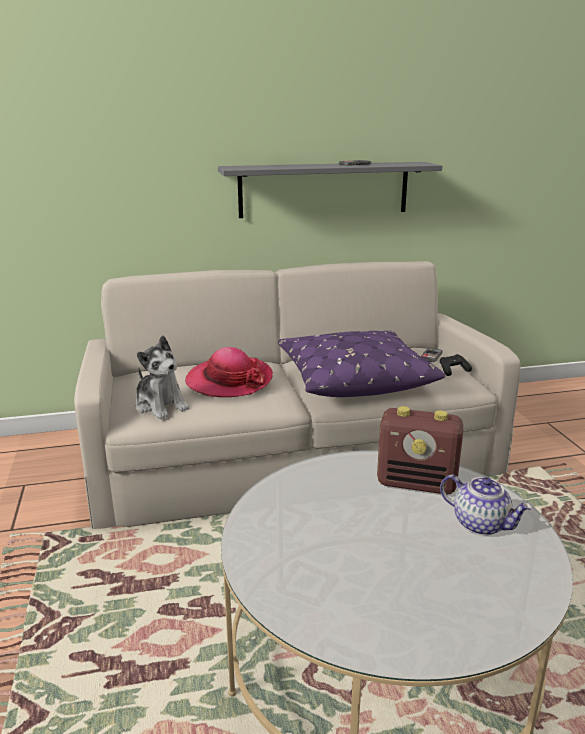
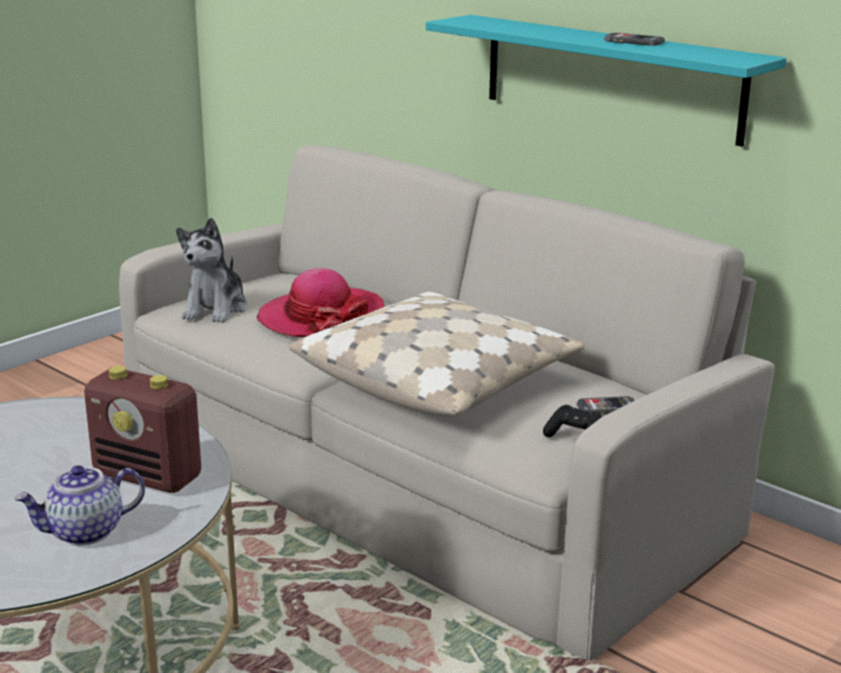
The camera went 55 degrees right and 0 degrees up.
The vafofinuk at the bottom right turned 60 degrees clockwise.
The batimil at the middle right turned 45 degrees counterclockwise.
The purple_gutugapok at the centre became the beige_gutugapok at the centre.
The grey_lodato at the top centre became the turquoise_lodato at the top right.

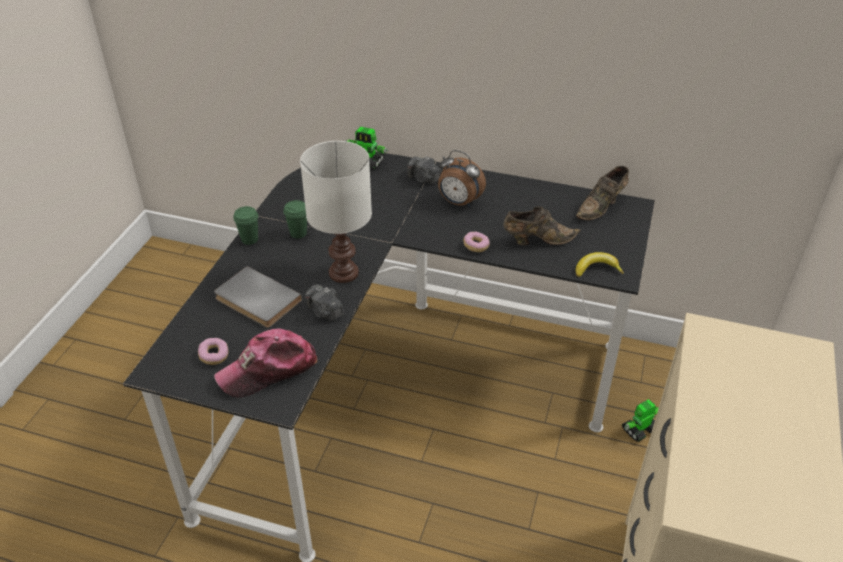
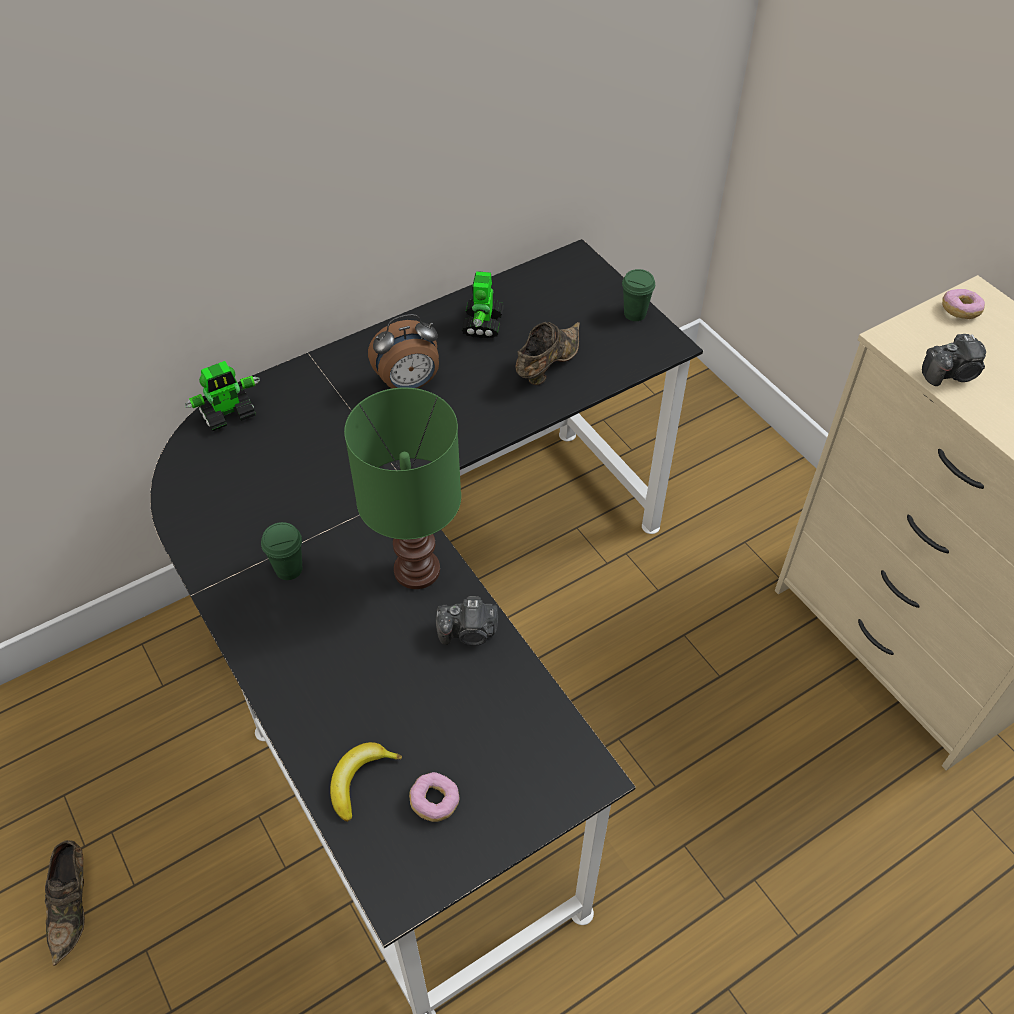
The camera went 50 degrees left and 10 degrees up.
The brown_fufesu (no. 2 from left in the first image) moved from the middle right to the bottom left.
The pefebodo moved from the middle right to the bottom centre.
The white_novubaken at the centre became the green_novubaken at the centre.
The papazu (no. 2 from left) moved from the bottom right to the top centre.
The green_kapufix (no. 1 from left in the first image) moved from the middle left to the top centre.
The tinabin (no. 2 from left) moved from the top centre to the middle right.
The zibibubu (no. 2 from left) moved from the centre to the top right.
The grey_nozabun at the middle left disappeared.
The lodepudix at the middle left disappeared.

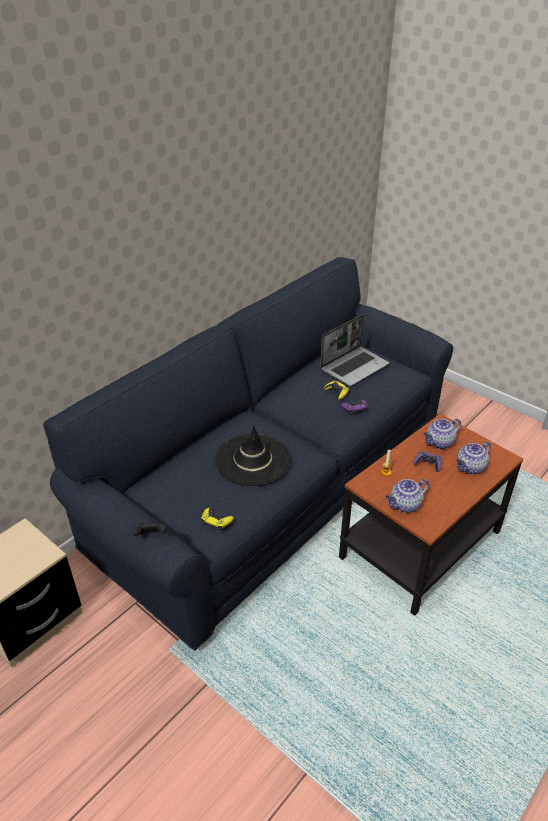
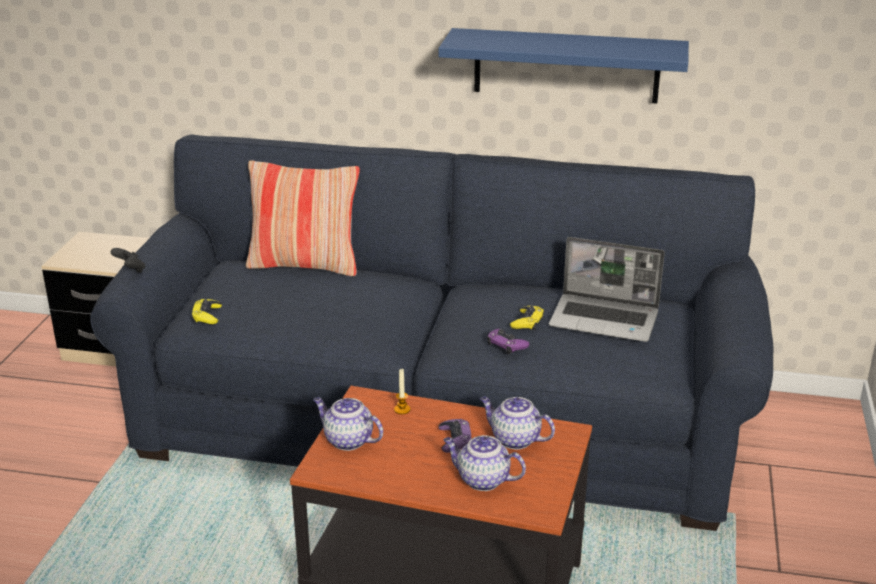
The camera went 60 degrees right and 10 degrees down.
The gutugapok at the centre appeared.
The blue_lodato at the top centre appeared.
The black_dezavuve at the centre disappeared.

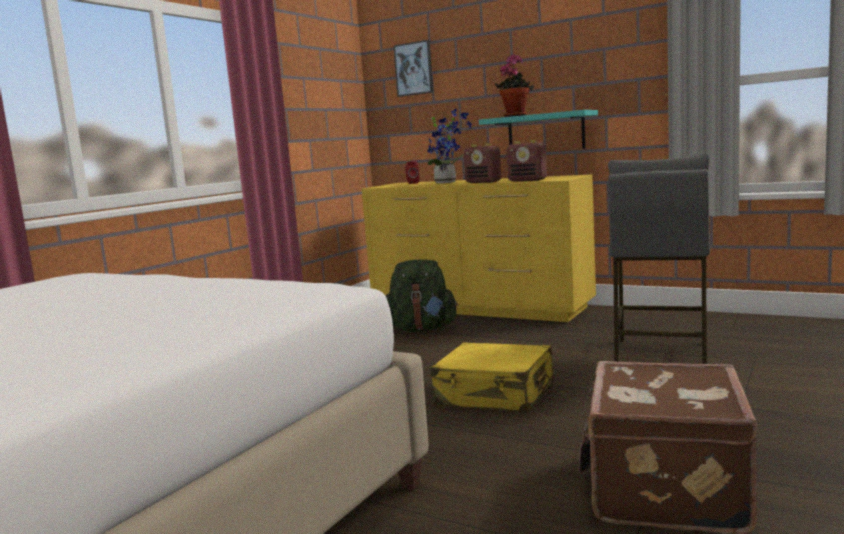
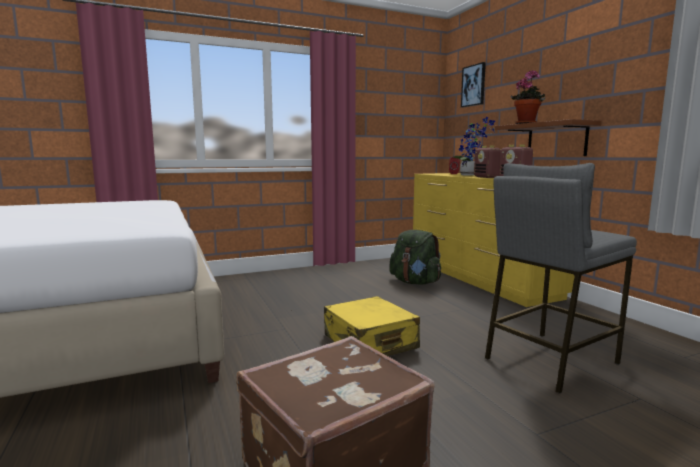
The camera went 35 degrees right and 0 degrees up.
The turquoise_lodato at the top centre became the brown_lodato at the top right.

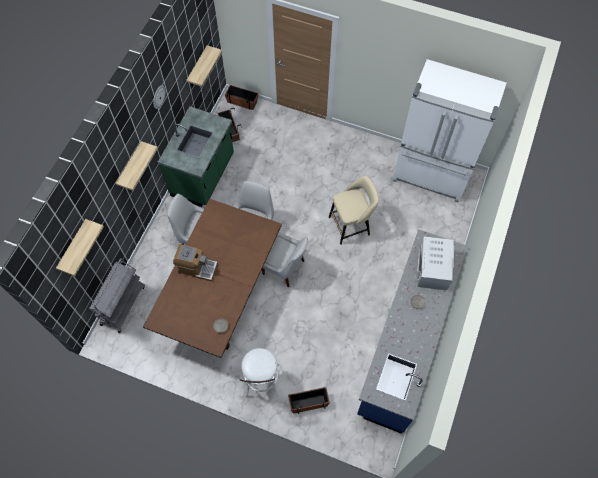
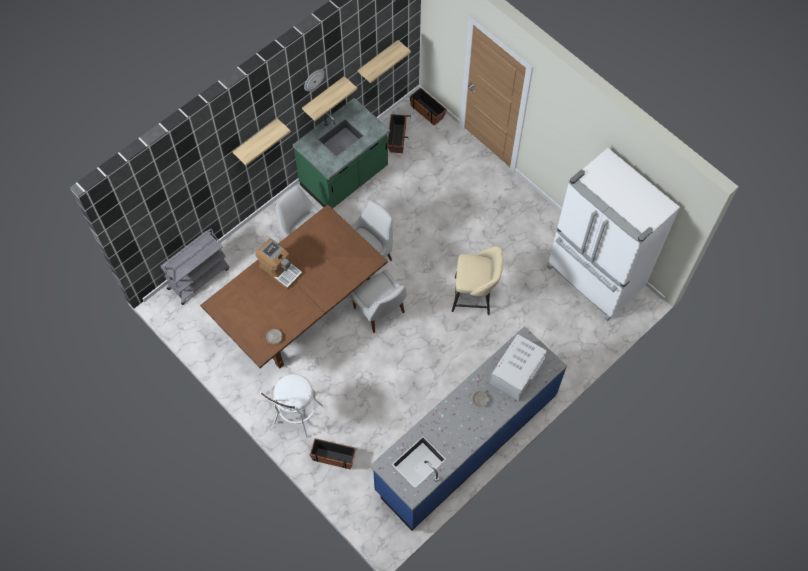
The camera went 25 degrees right and 0 degrees up.
The lodato (no. 1 from left in the first image) moved from the middle left to the top centre.

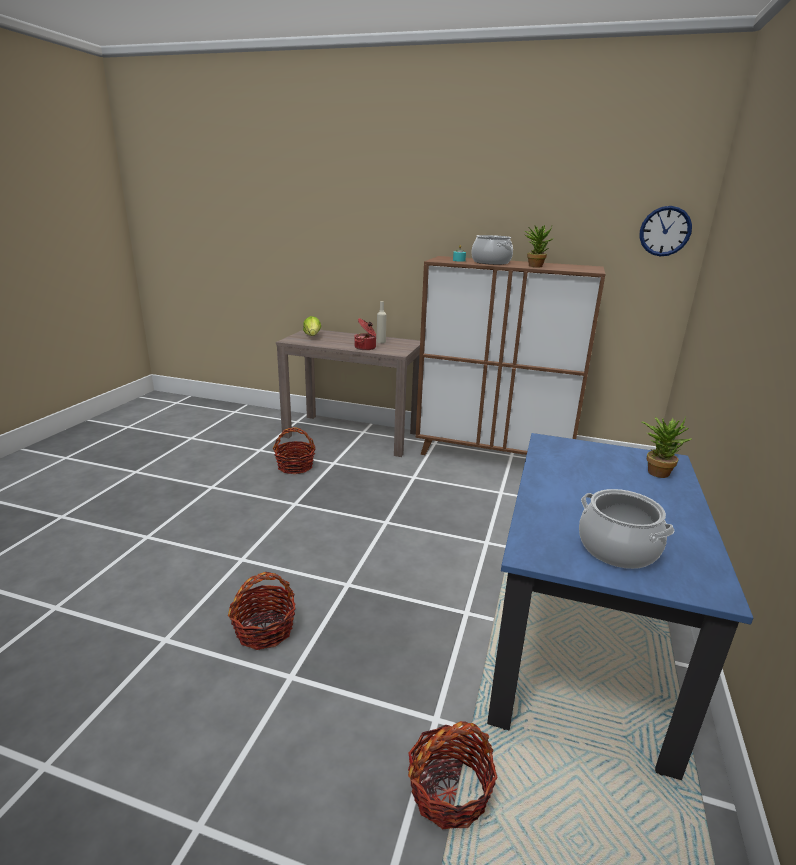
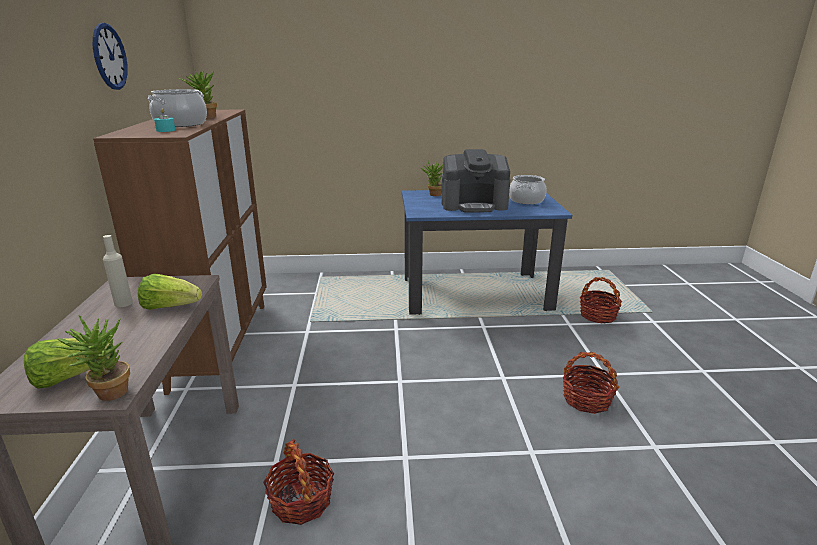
The camera went 110 degrees left and 0 degrees up.
The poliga (no. 1 from left) at the middle left appeared.
The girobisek moved from the top right to the top left.
The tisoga (no. 1 from left) at the centre was replaced by the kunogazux (no. 2 from left) at the middle left.
The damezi at the top centre appeared.

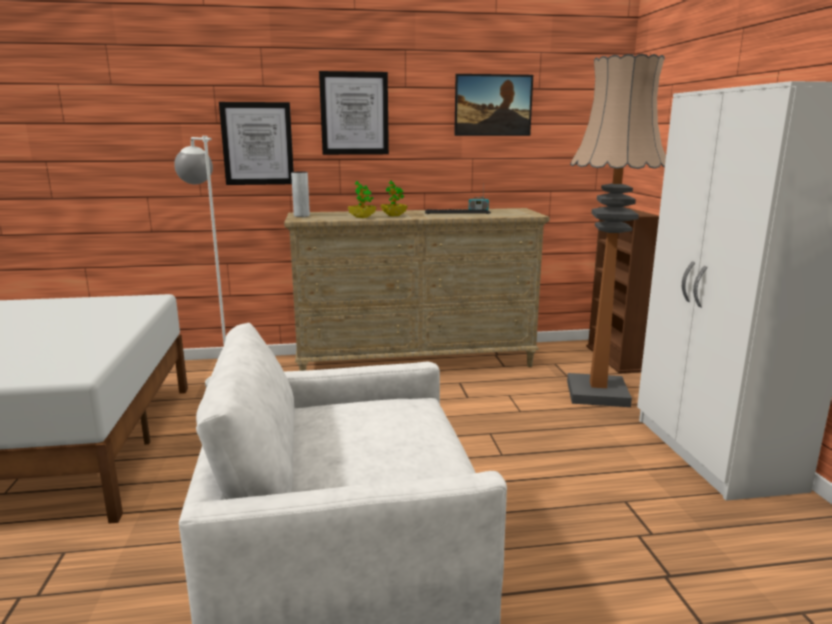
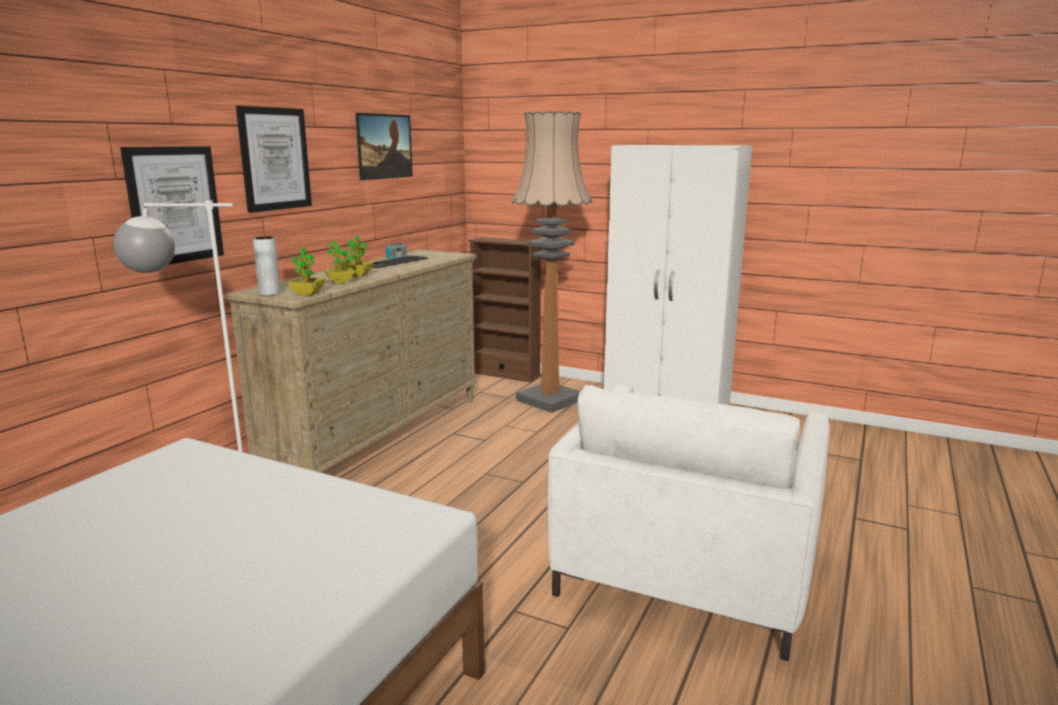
The camera went 55 degrees left and 0 degrees up.
The poliga (no. 1 from left) at the middle left appeared.

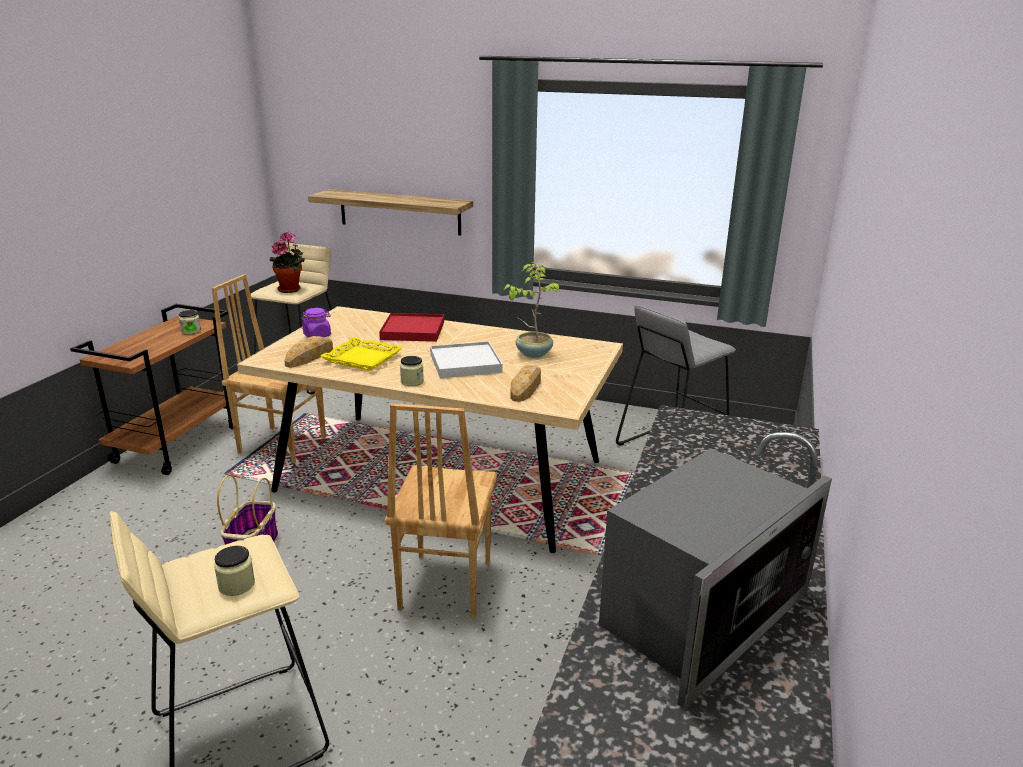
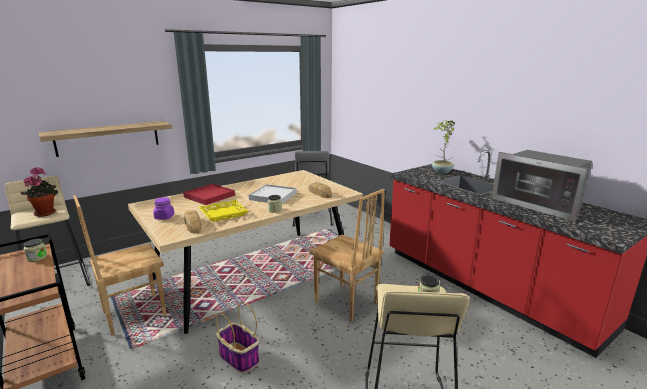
The camera went 55 degrees left and 5 degrees down.
The poliga (no. 2 from left) moved from the centre to the middle right.
The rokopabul at the bottom right turned 150 degrees clockwise.

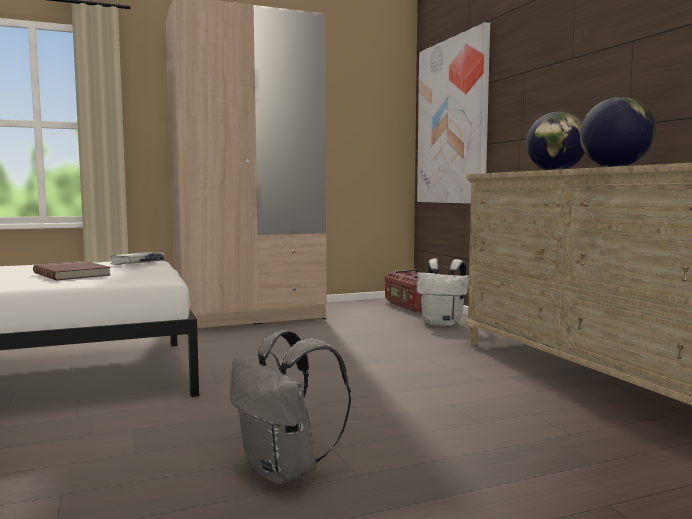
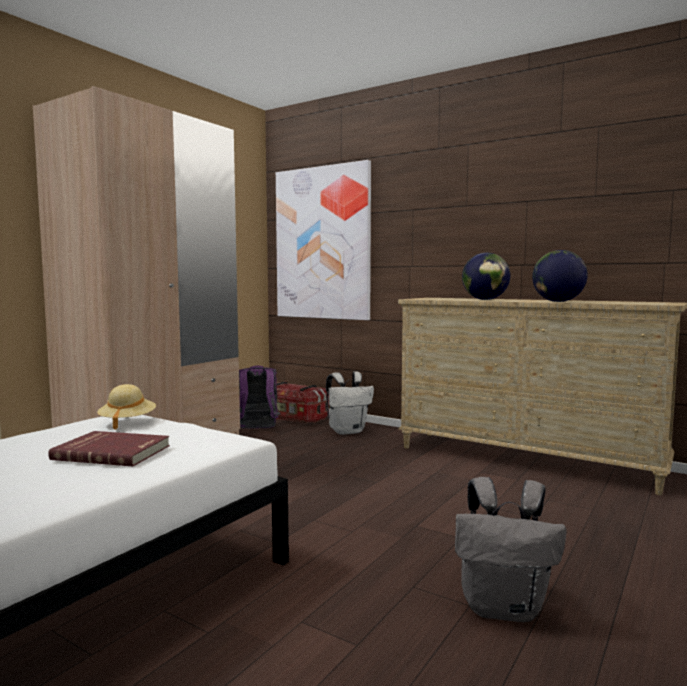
The camera went 35 degrees left and 0 degrees up.
The white_nozabun at the middle left was replaced by the beige_dezavuve at the middle left.
The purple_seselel at the centre appeared.

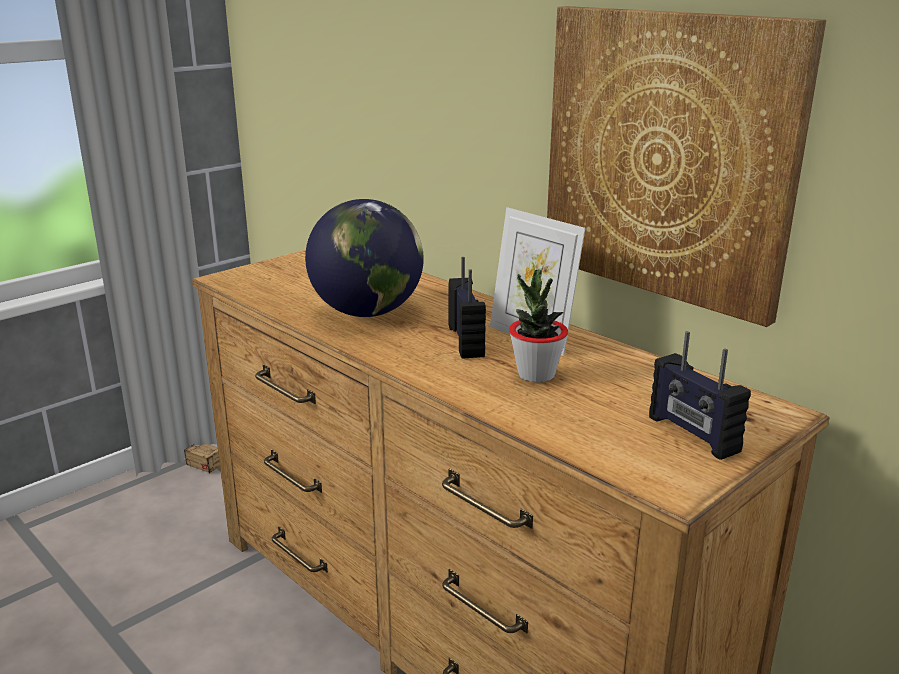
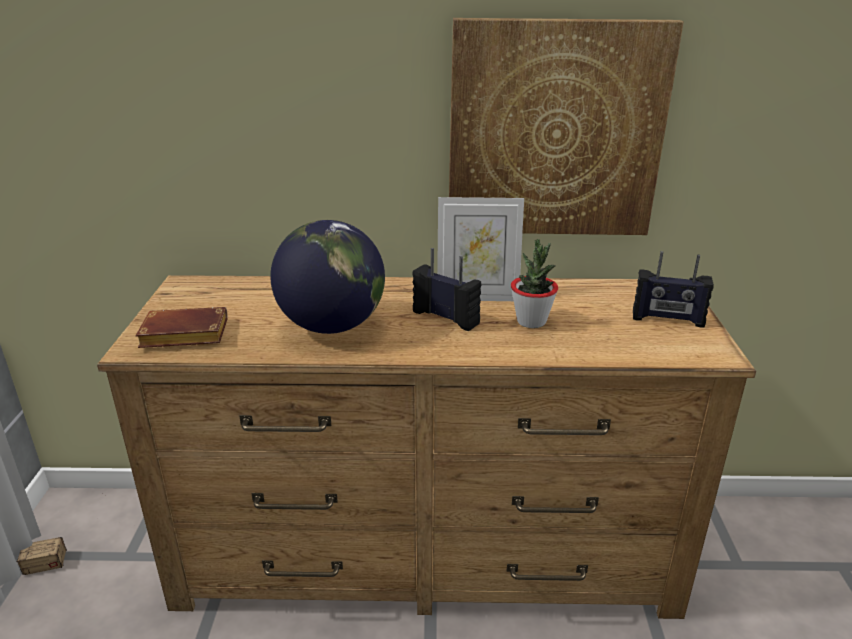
The camera went 45 degrees left and 5 degrees up.
The brown_nozabun at the middle left appeared.

